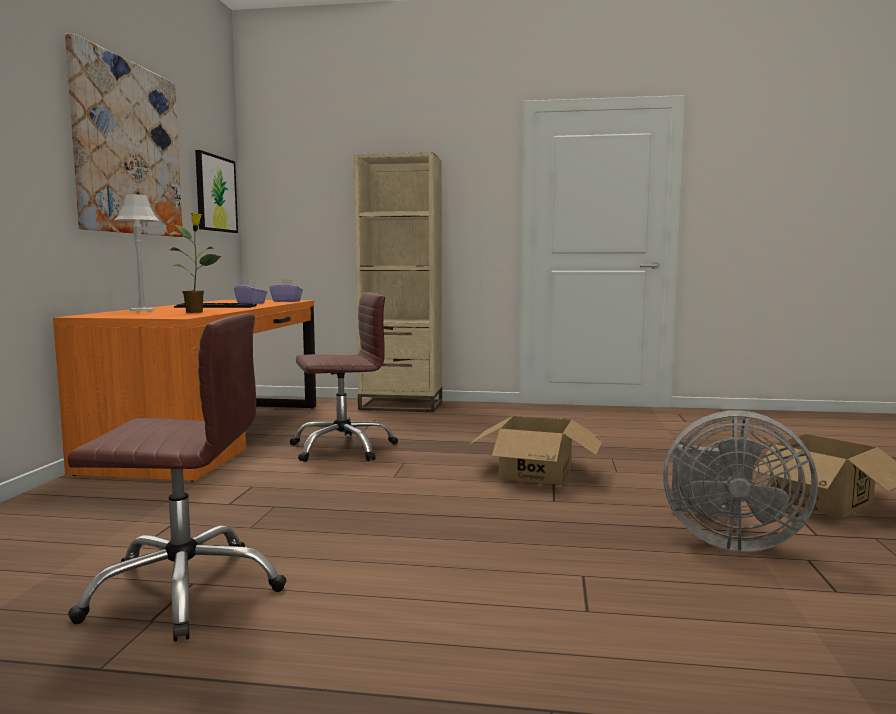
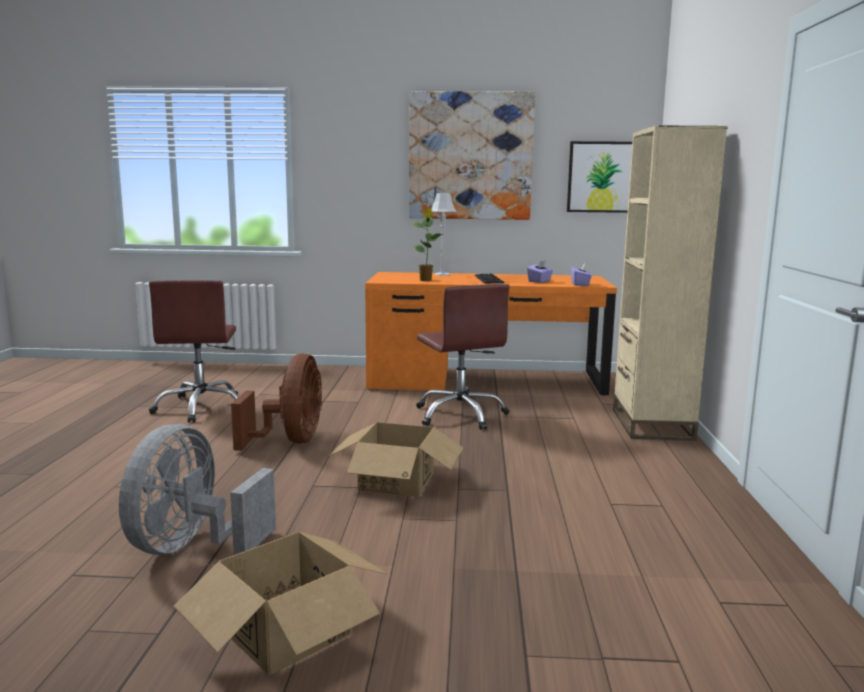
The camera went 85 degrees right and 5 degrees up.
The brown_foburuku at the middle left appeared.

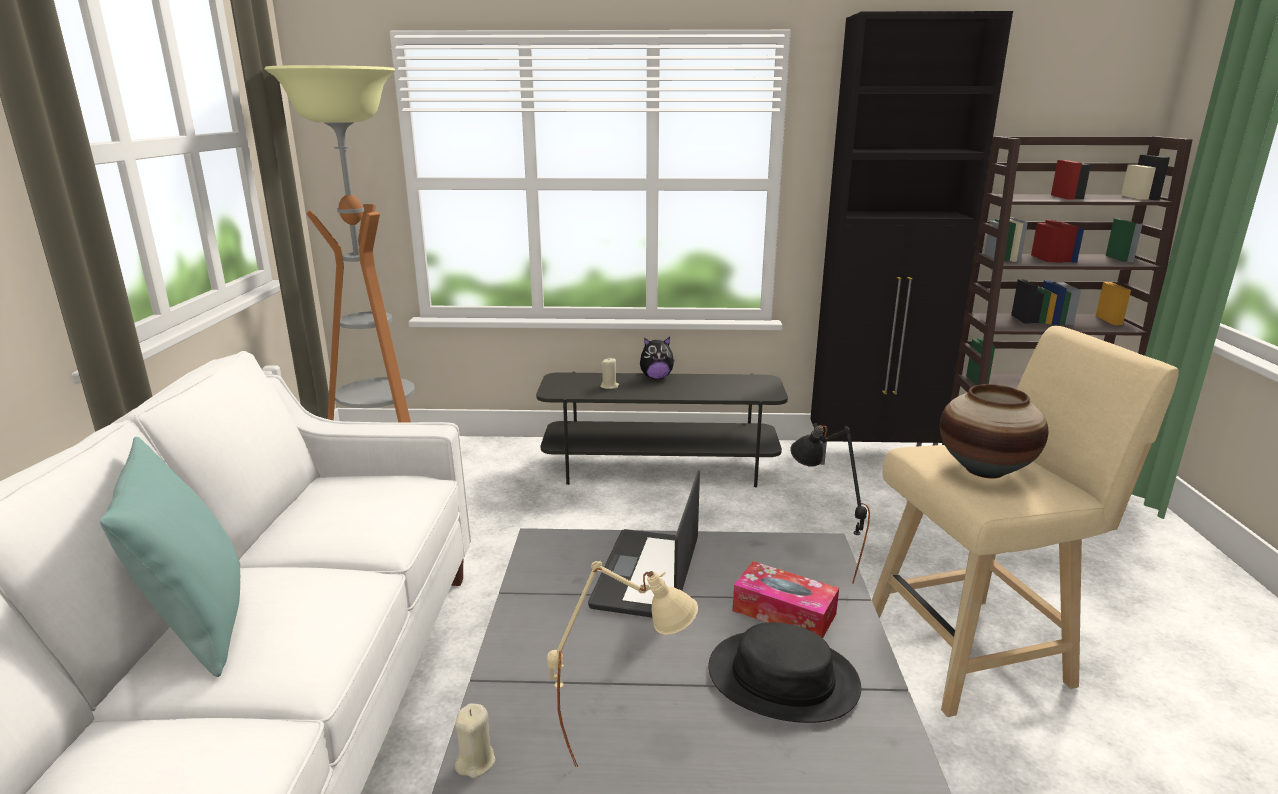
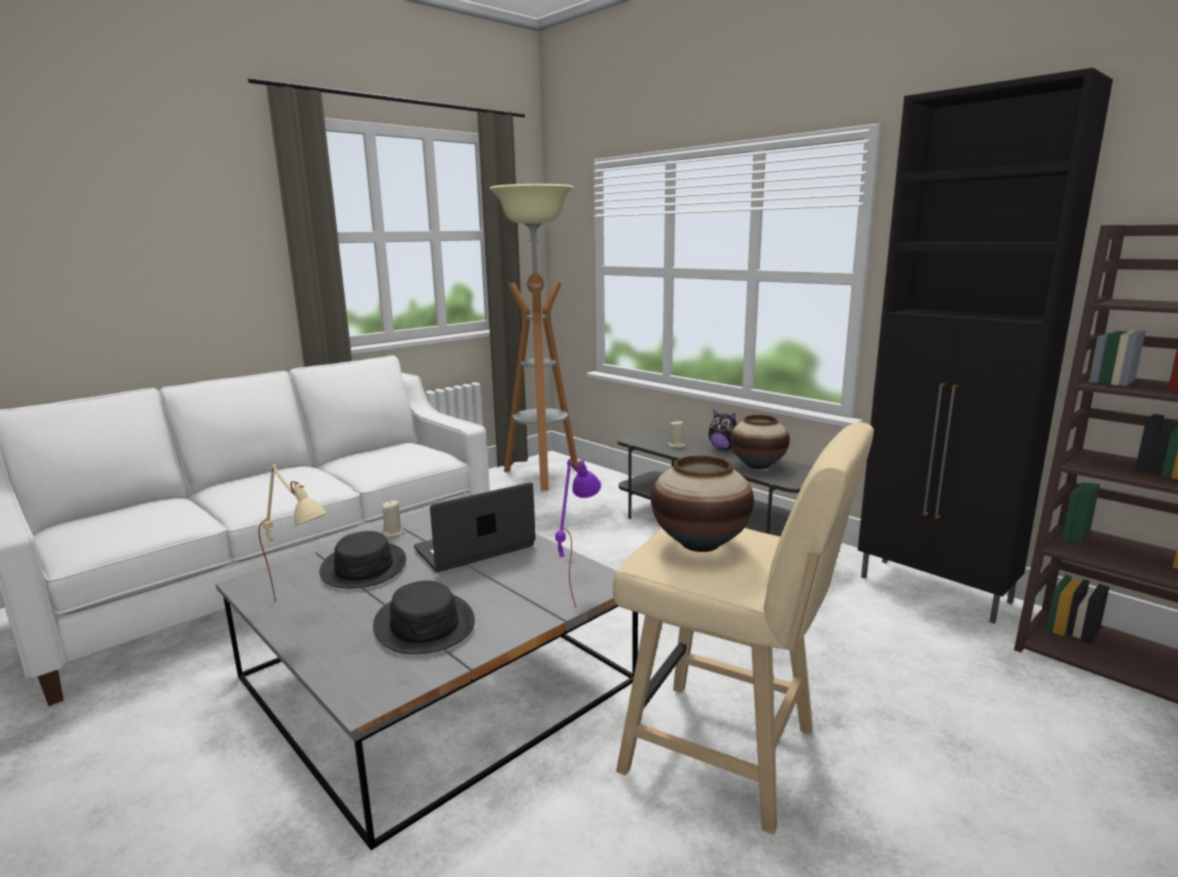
The camera went 45 degrees right and 5 degrees down.
The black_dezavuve (no. 1 from left) at the middle left appeared.
The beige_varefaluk (no. 1 from left) moved from the bottom centre to the centre.
The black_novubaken at the centre became the purple_novubaken at the centre.
The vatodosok (no. 2 from left) at the centre appeared.
The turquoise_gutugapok at the bottom left disappeared.
The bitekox at the bottom centre disappeared.

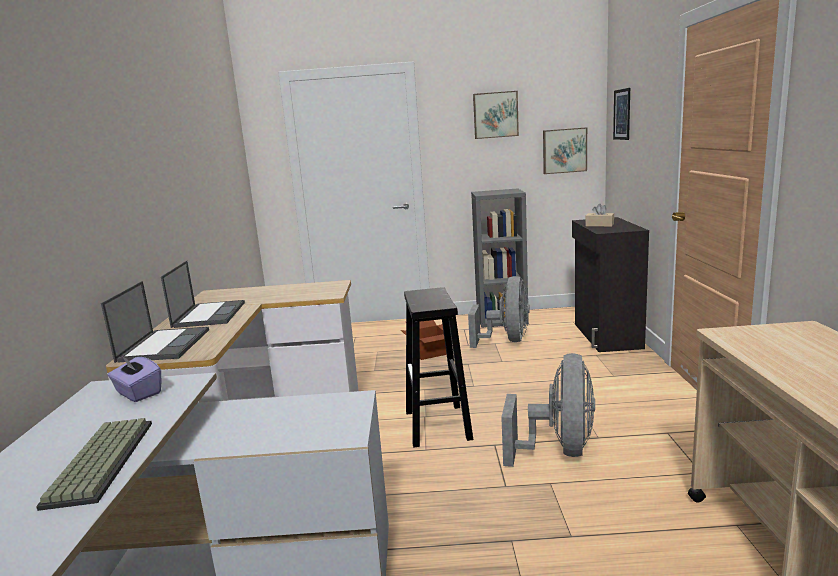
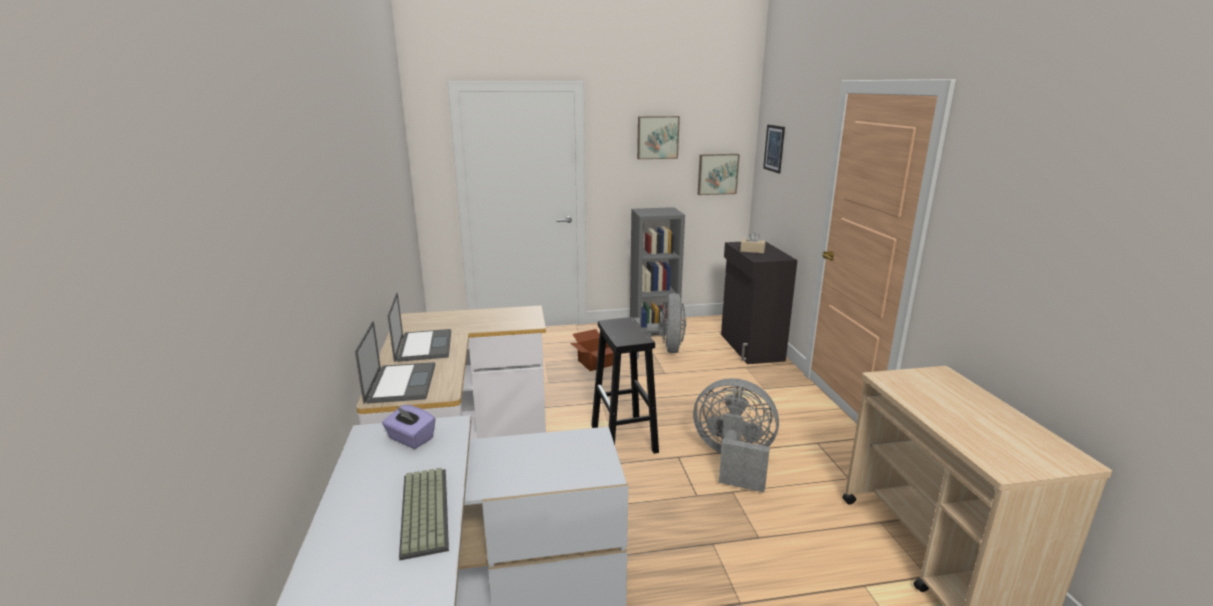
The camera went 10 degrees left and 5 degrees up.
The grey_foburuku (no. 2 from left) at the bottom centre turned 75 degrees counterclockwise.

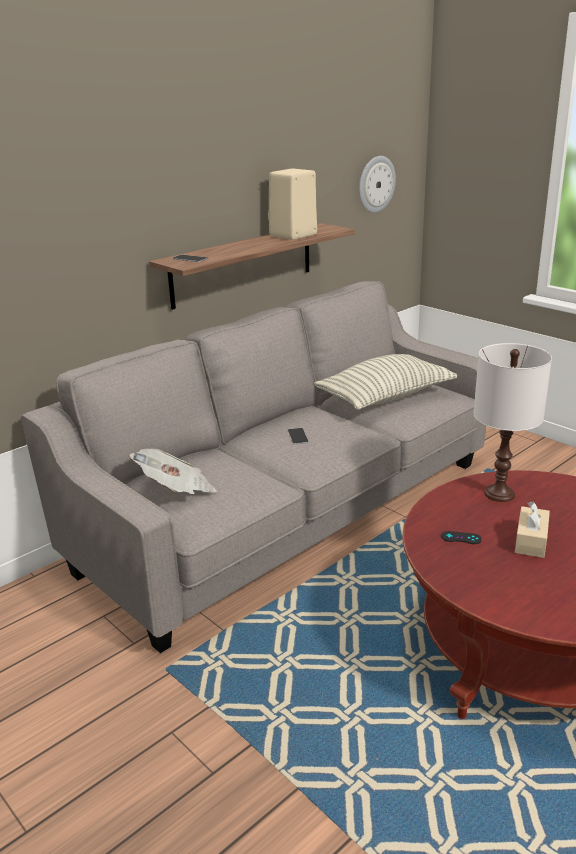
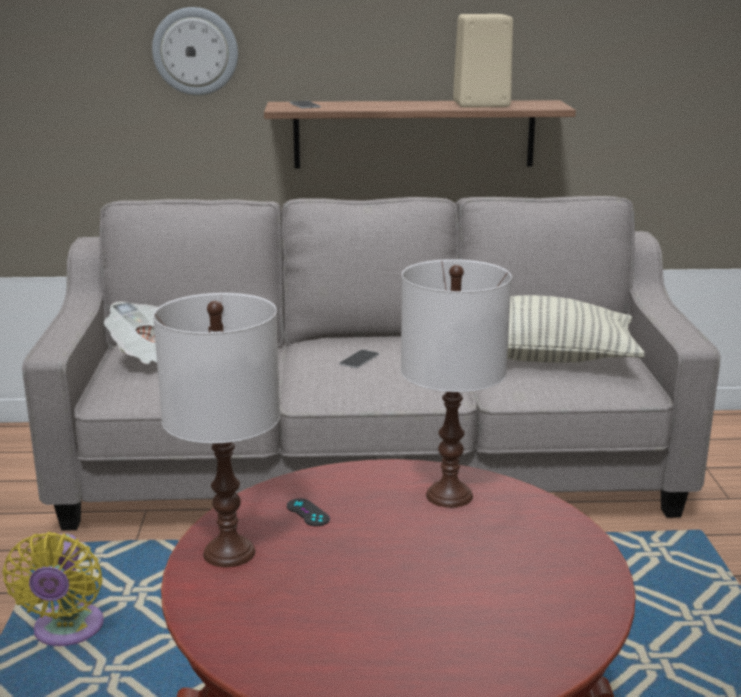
The camera went 40 degrees right and 5 degrees down.
The yellow_foburuku at the bottom left appeared.
The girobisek moved from the top centre to the top left.
The white_novubaken (no. 1 from left) at the middle left appeared.
The beige_bitekox at the middle right disappeared.

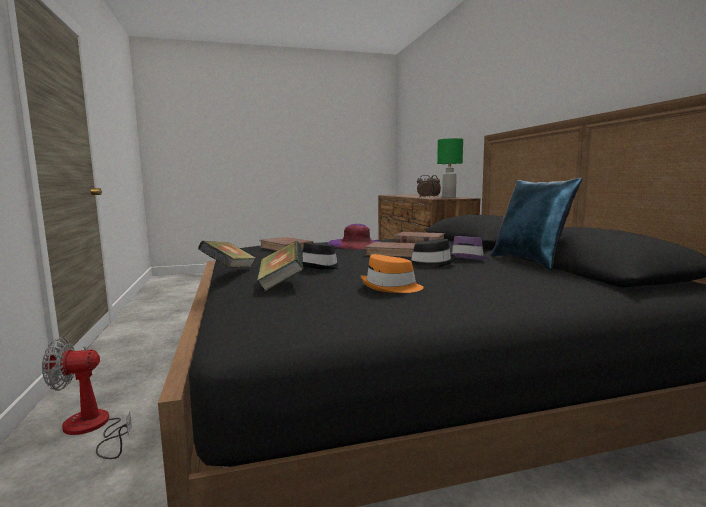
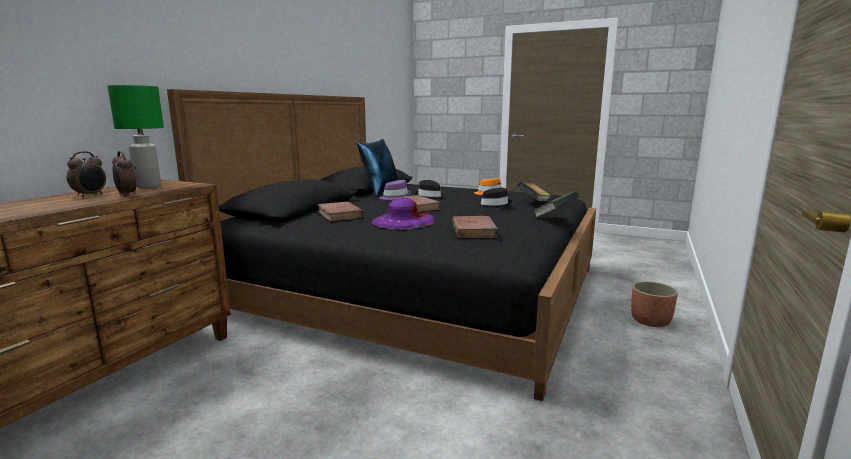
The camera went 140 degrees left and 5 degrees up.
The foburuku at the bottom left was replaced by the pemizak at the middle right.

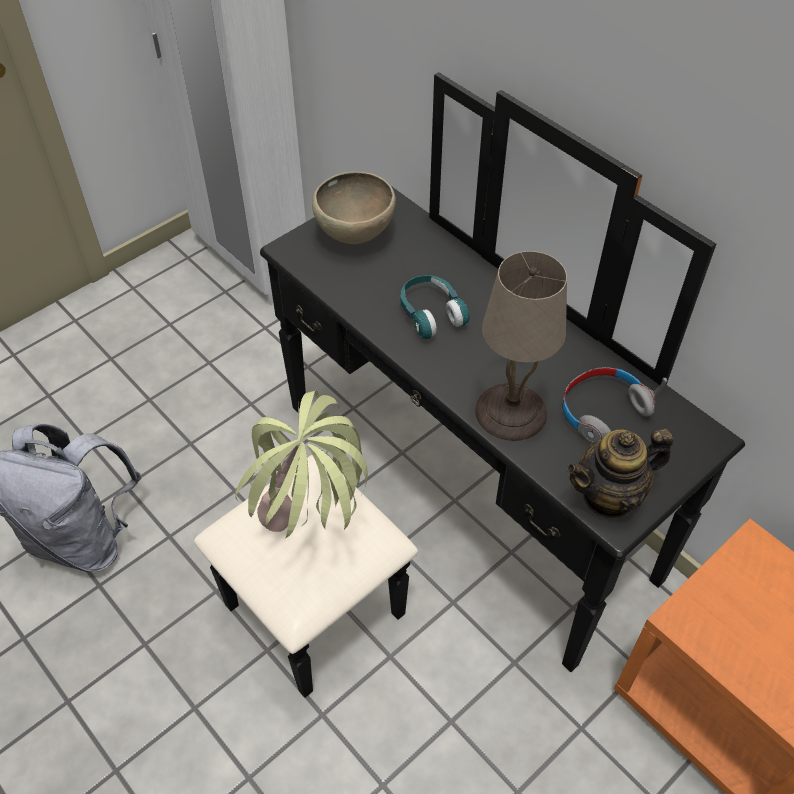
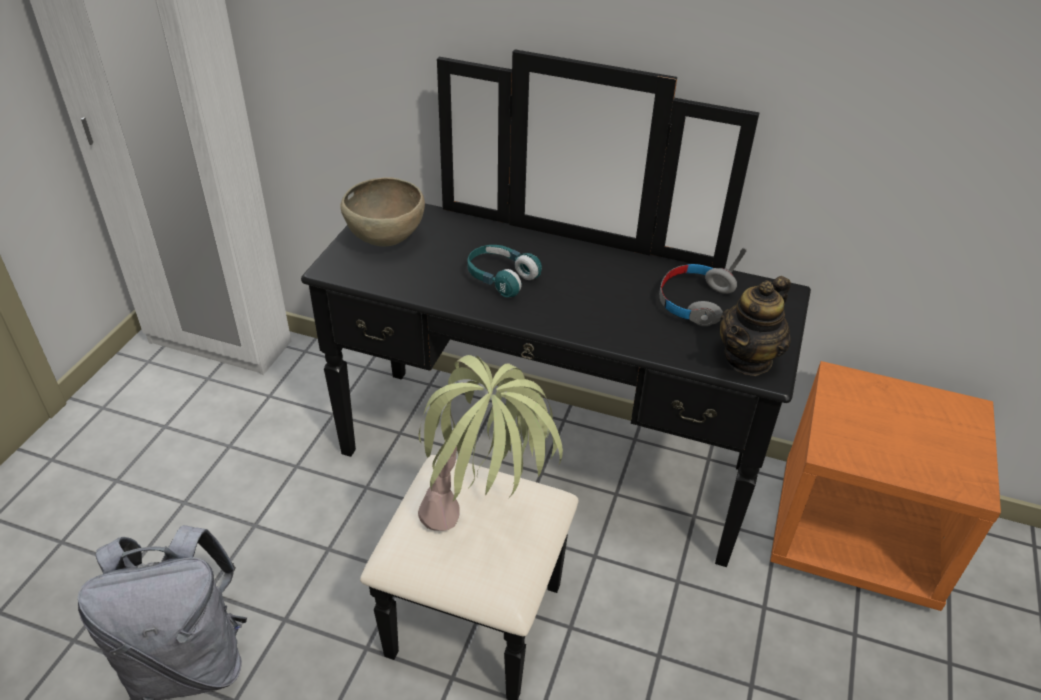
The camera went 30 degrees left and 10 degrees down.
The beige_novubaken at the centre disappeared.

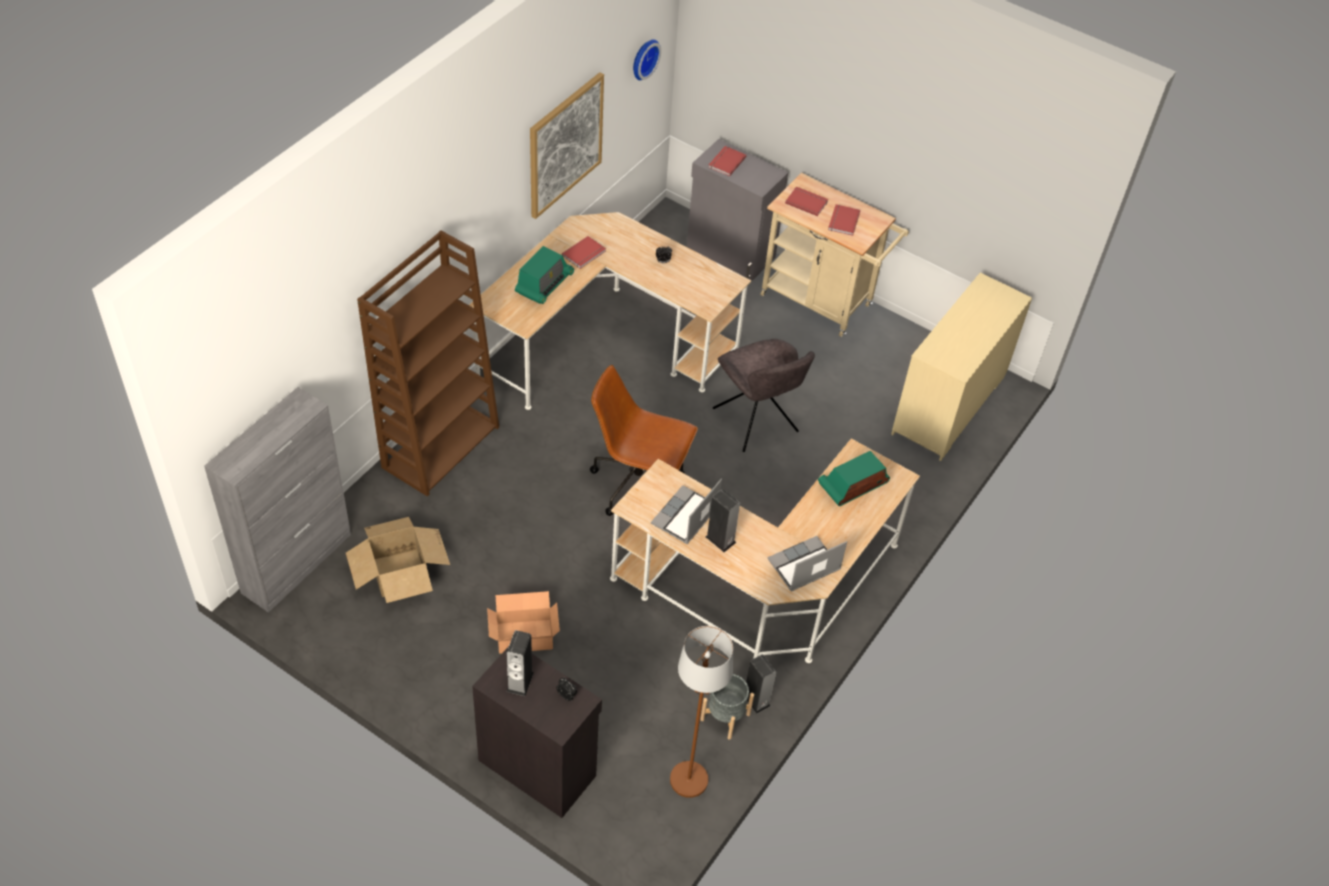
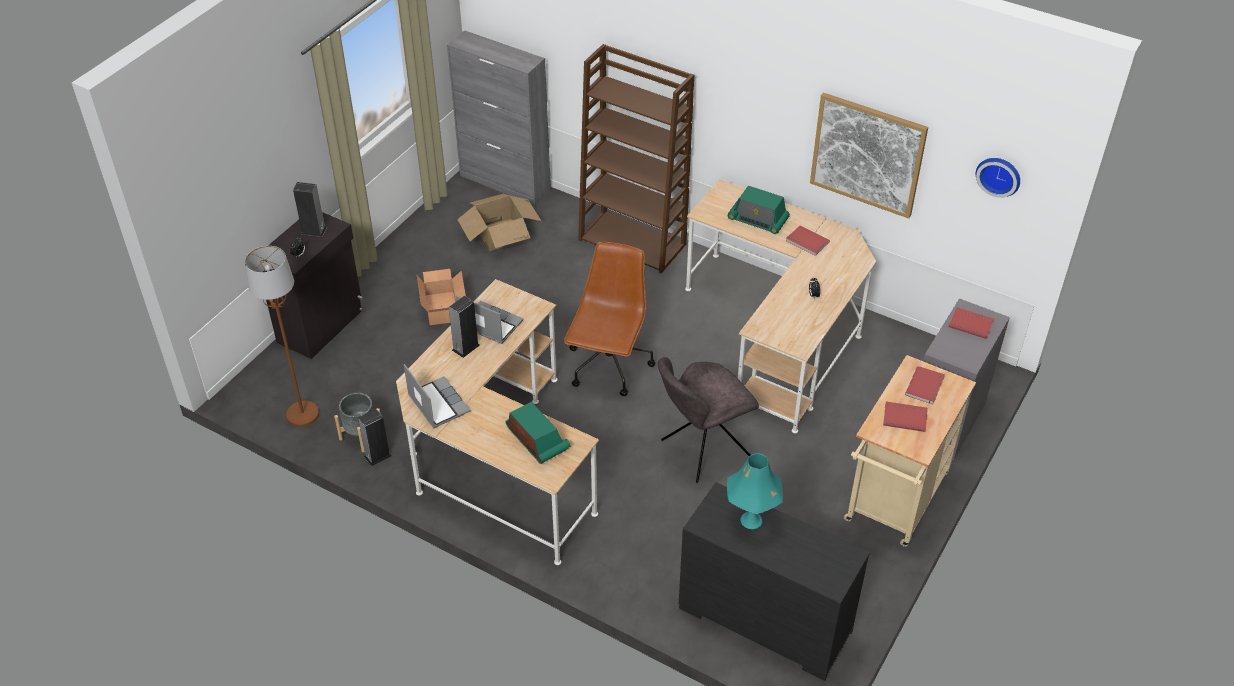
The camera went 90 degrees right and 5 degrees down.
The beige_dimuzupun at the middle right became the black_dimuzupun at the bottom centre.
The turquoise_novubaken at the bottom centre appeared.

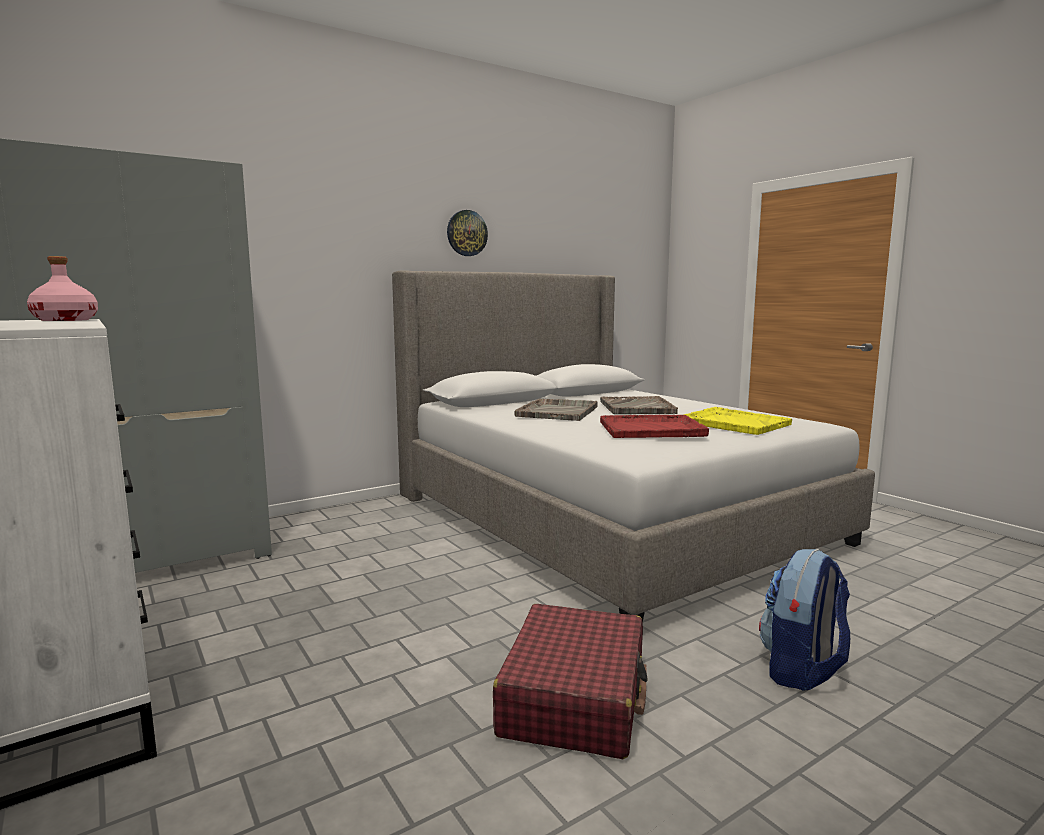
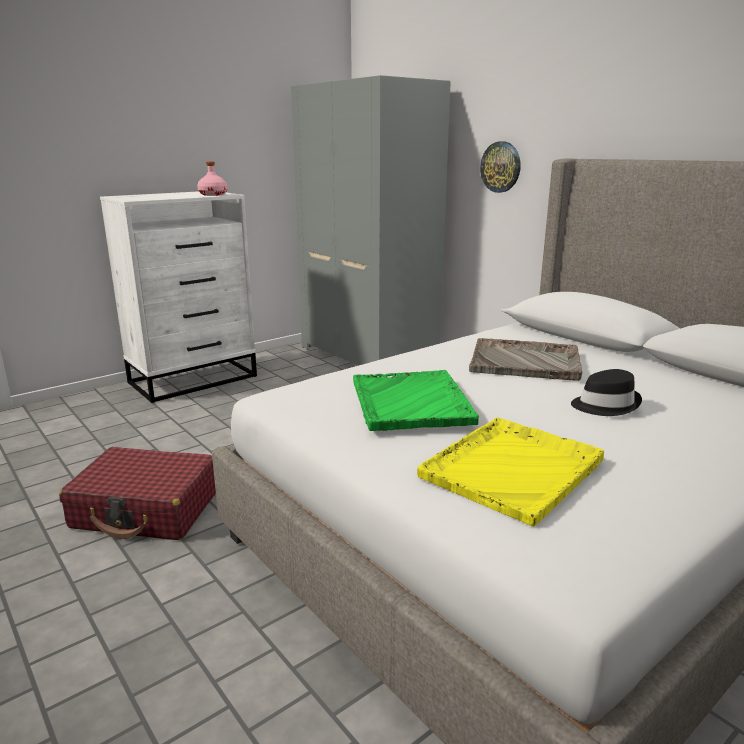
The camera went 85 degrees right and 10 degrees up.
The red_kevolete at the centre became the green_kevolete at the centre.
The girobisek moved from the top centre to the top right.
The grey_kevolete (no. 2 from left) at the centre was replaced by the black_dezavuve at the middle right.
The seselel at the bottom right disappeared.

